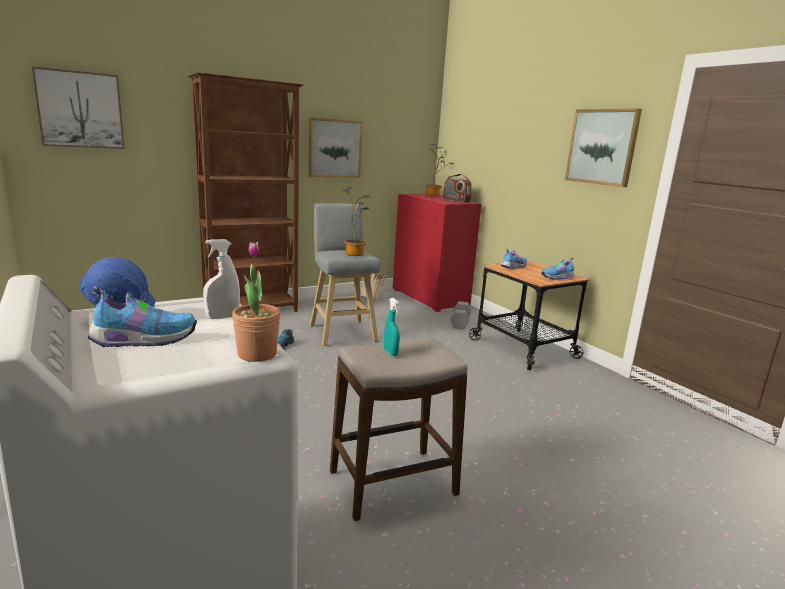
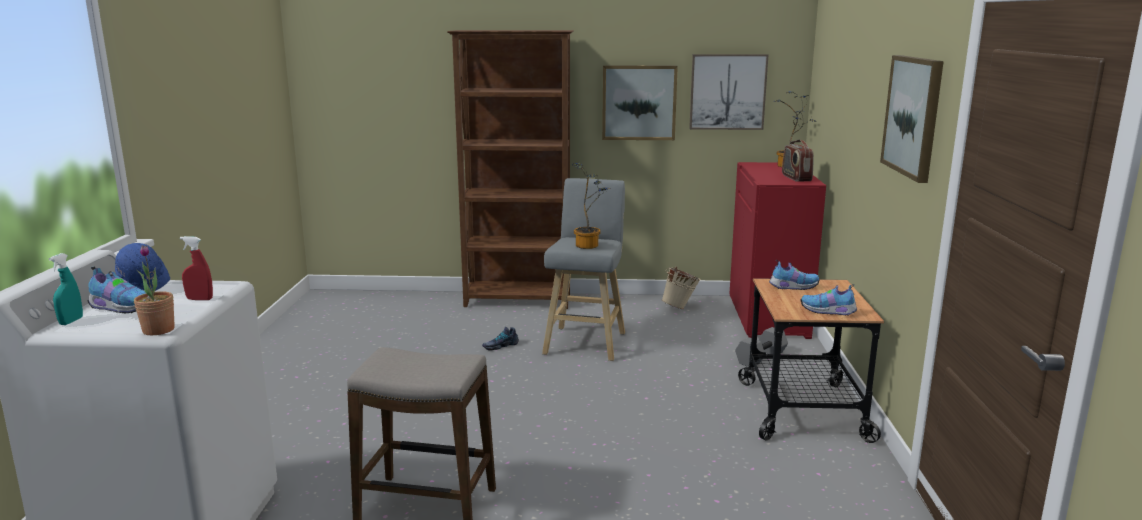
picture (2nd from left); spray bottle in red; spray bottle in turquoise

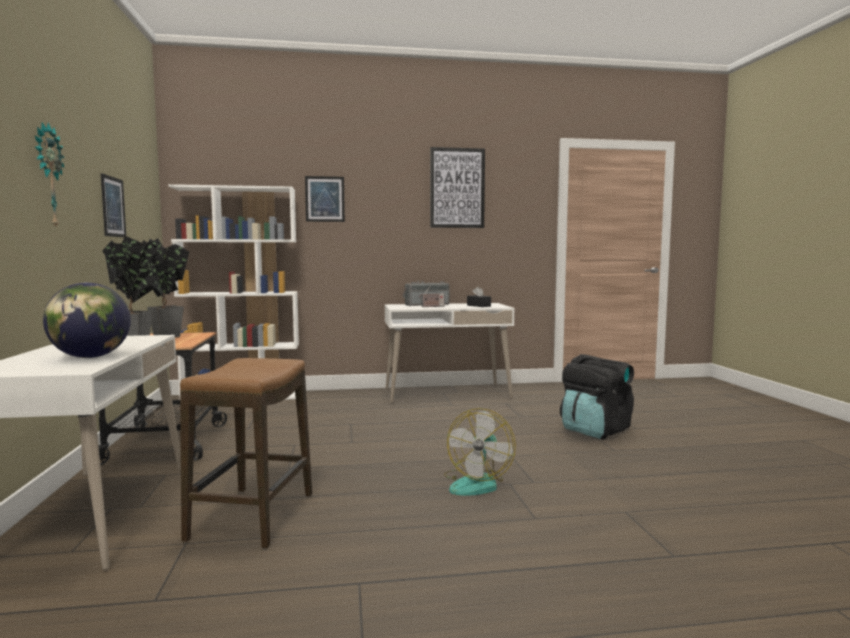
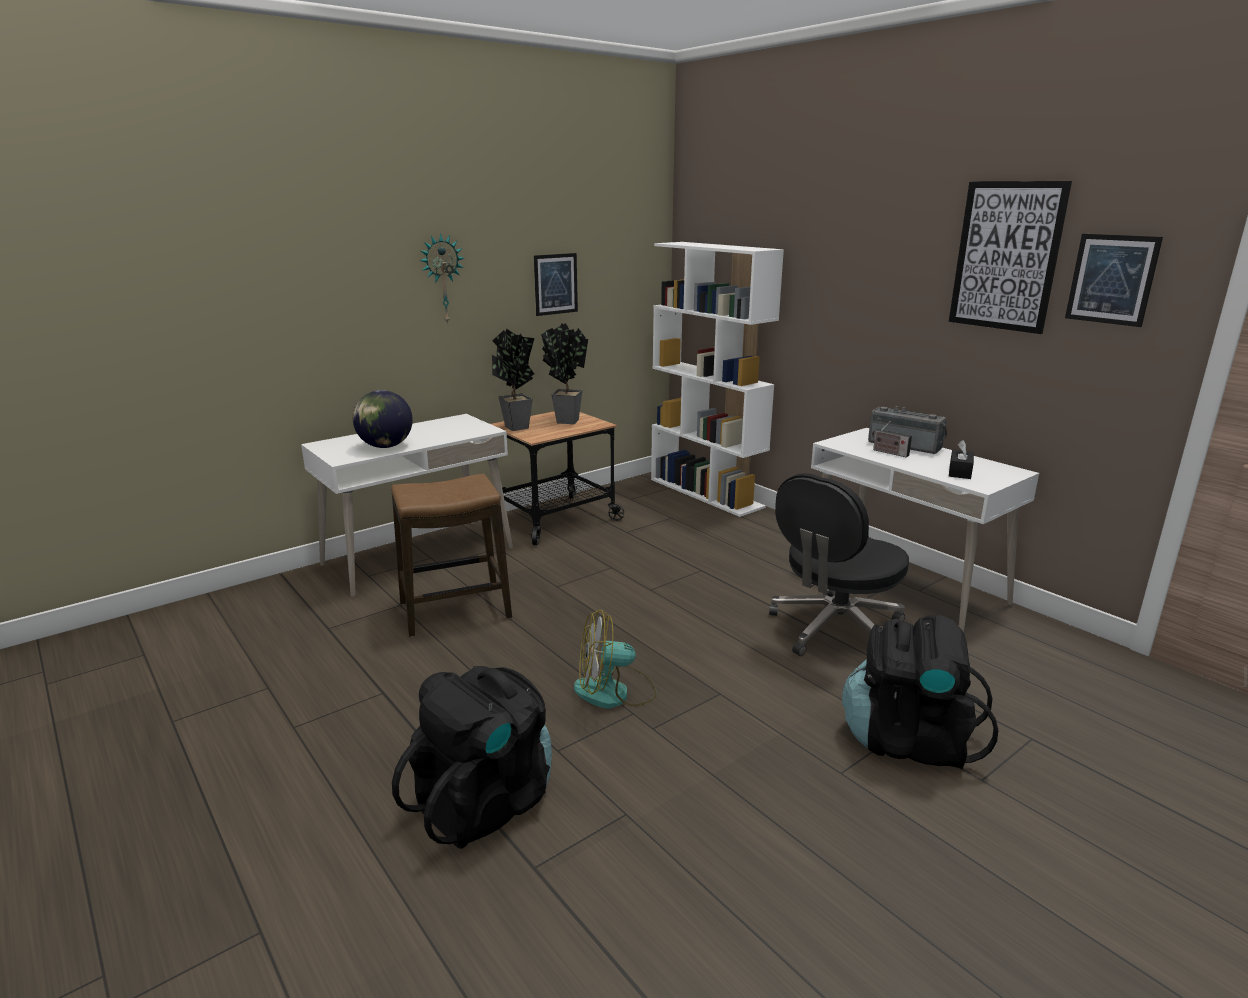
picture (3rd from left); backpack in black (1st from left); office chair in black

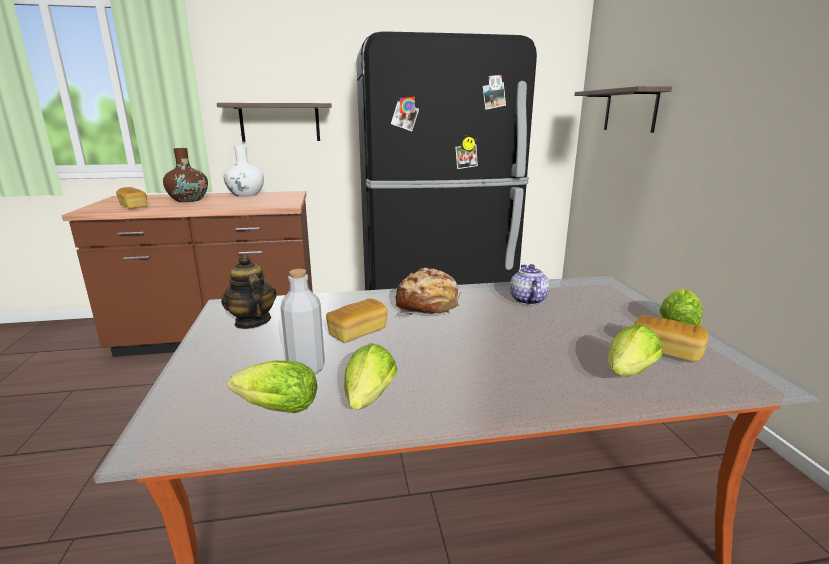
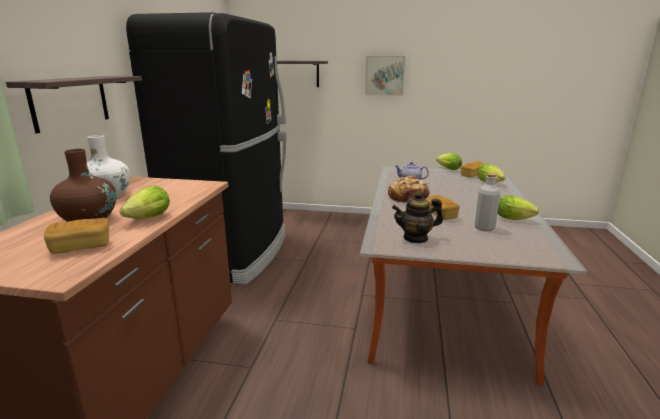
lettuce (1st from left); picture

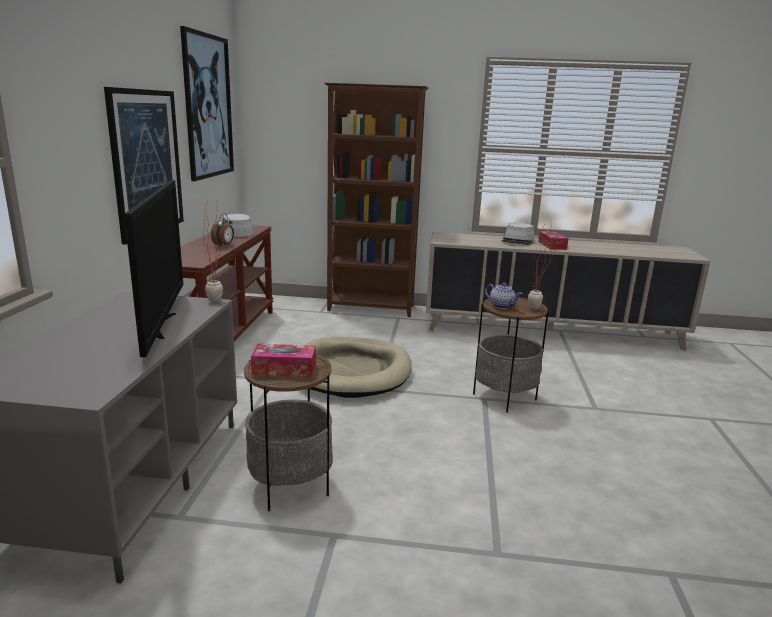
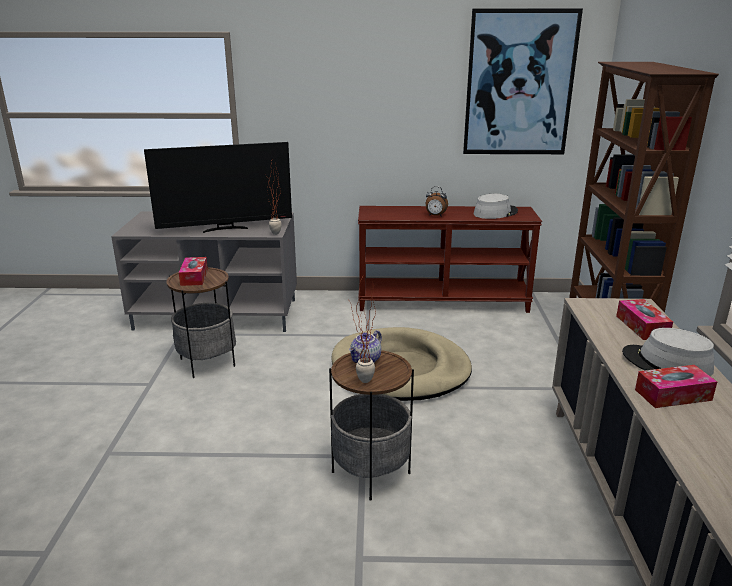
picture (1st from left in the first image); tissue box (2nd from left)

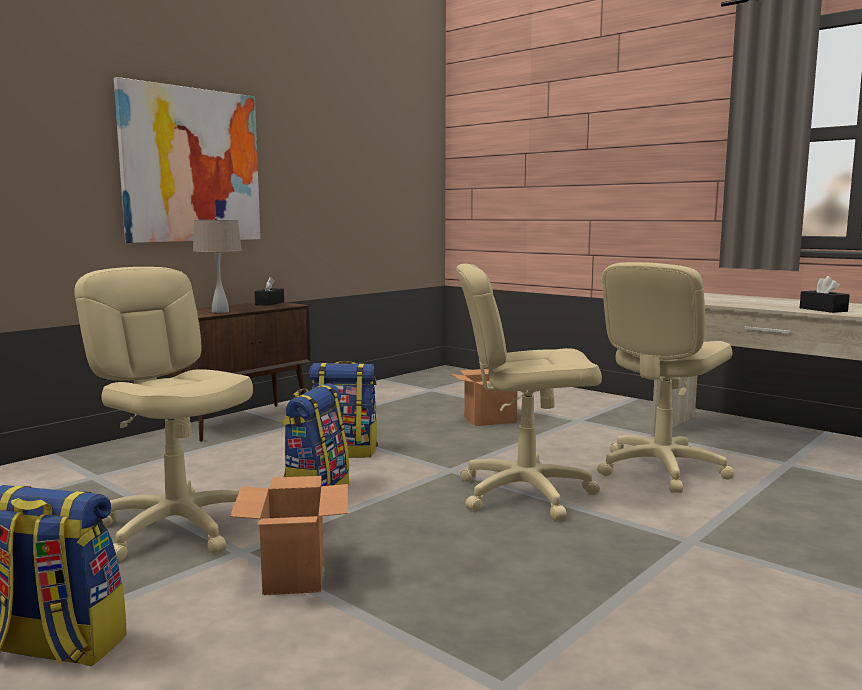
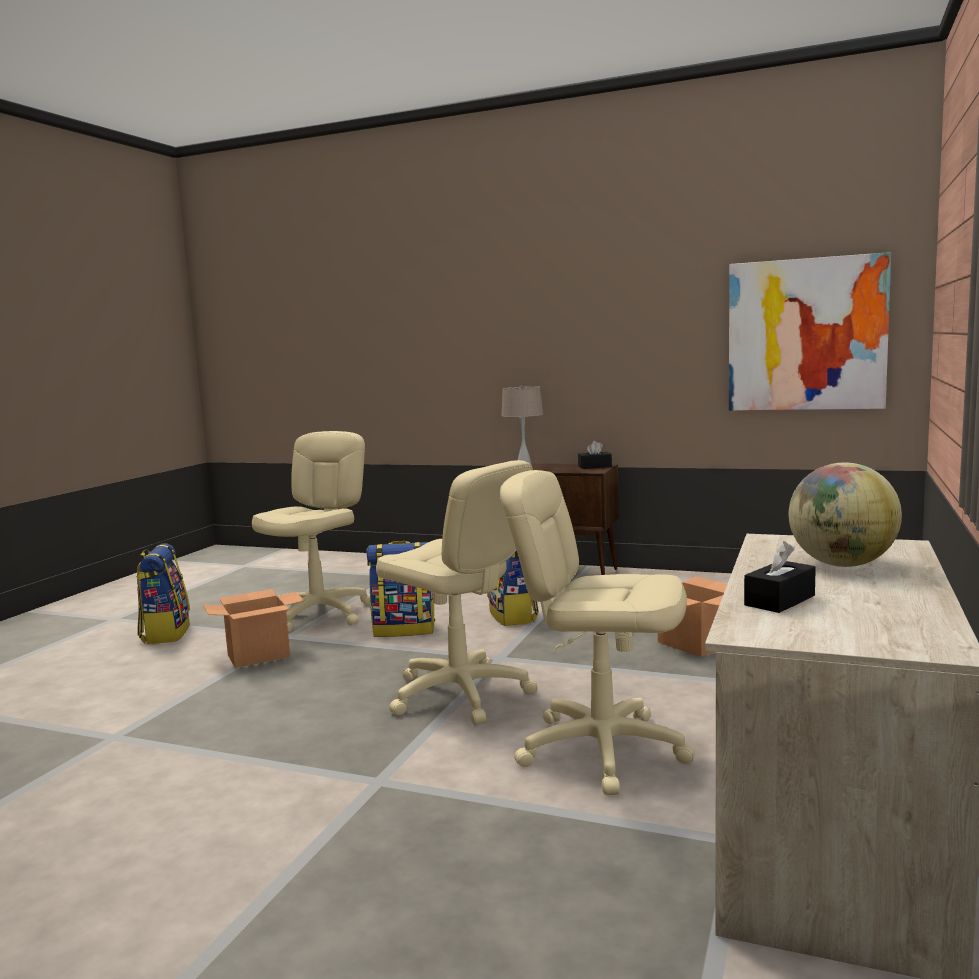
picture; office chair in beige (2nd from left); globe

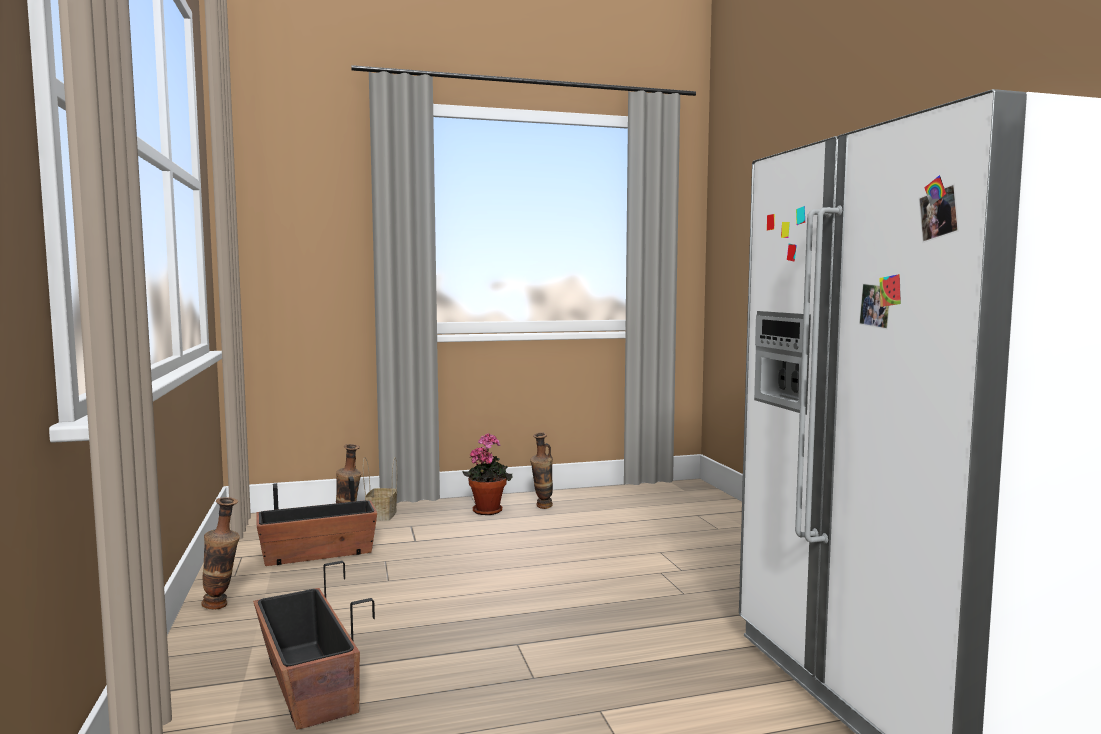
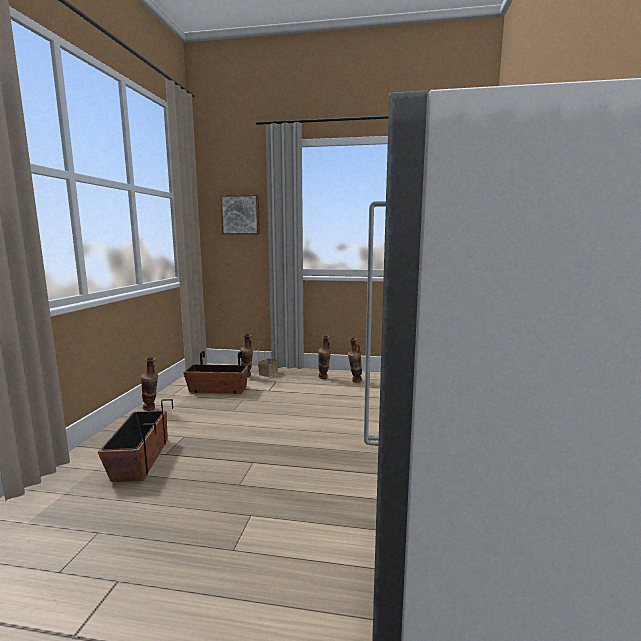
vase (3rd from left); picture

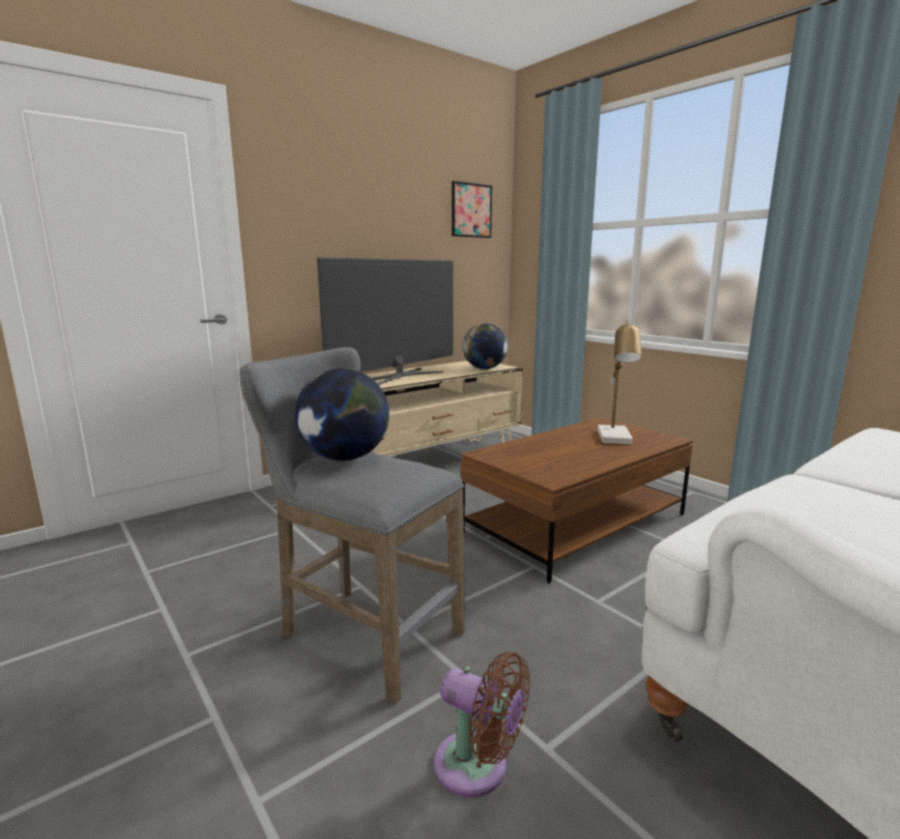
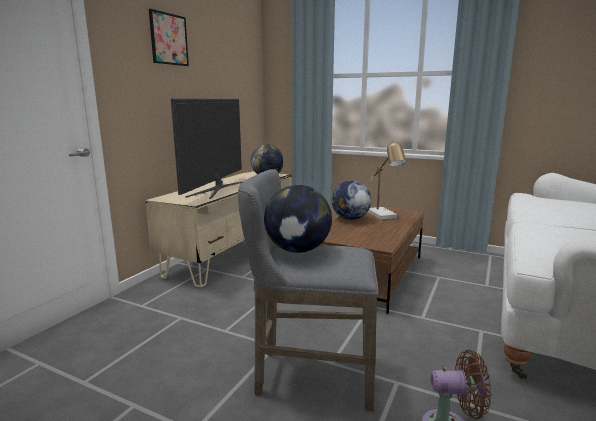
picture; globe (3rd from left)

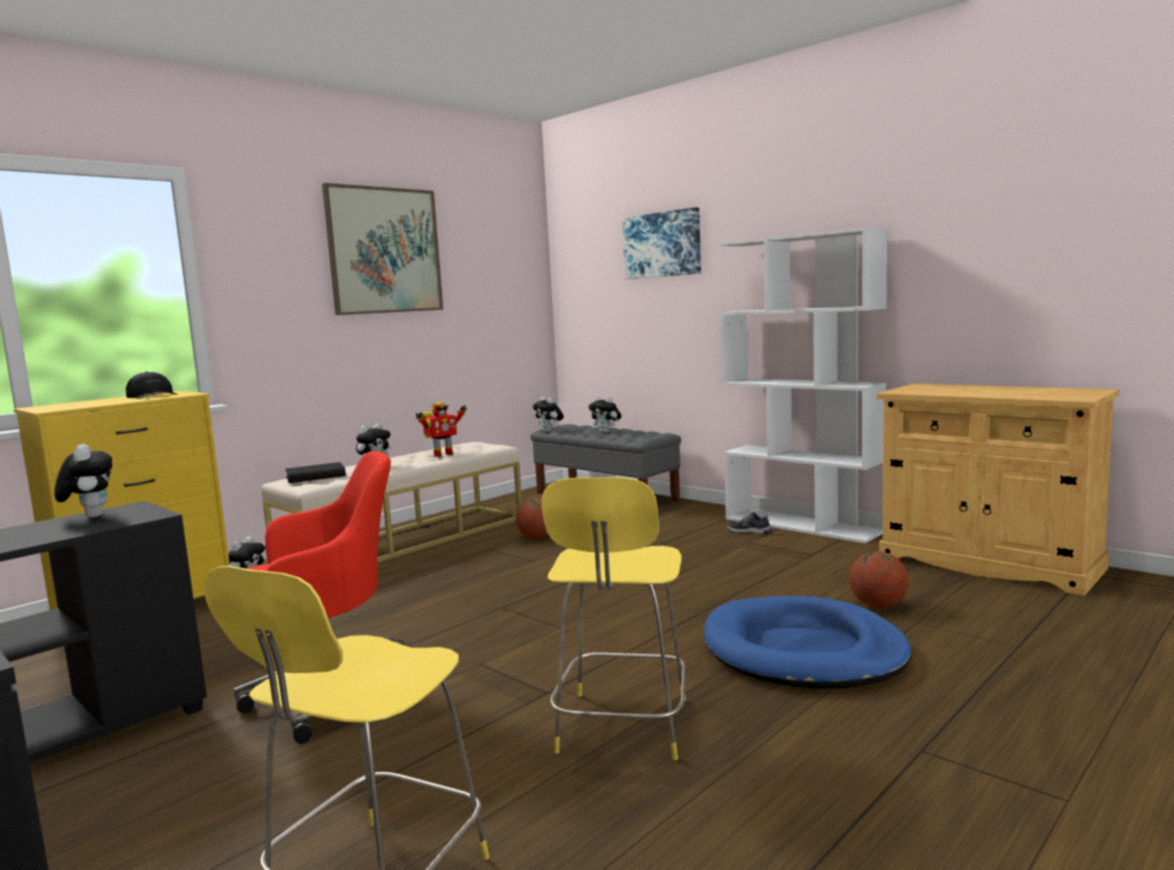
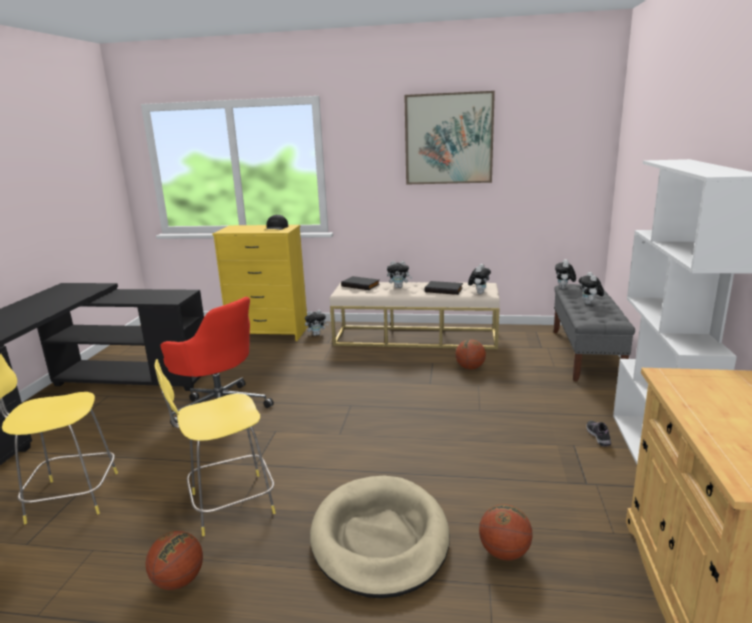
plush toy (3rd from left); book in black (2nd from left); picture (2nd from left in the first image); dog bed in beige; basketball (1st from left)

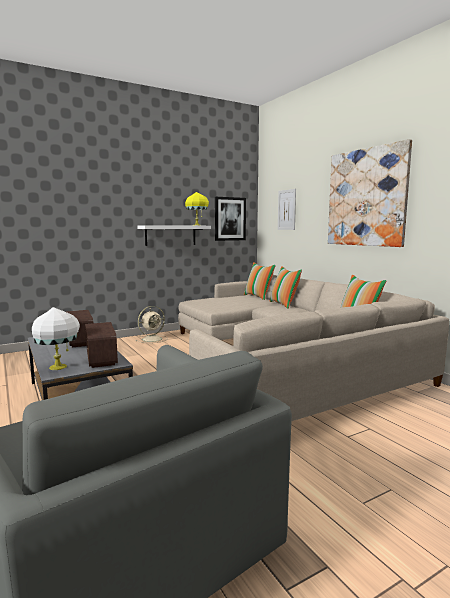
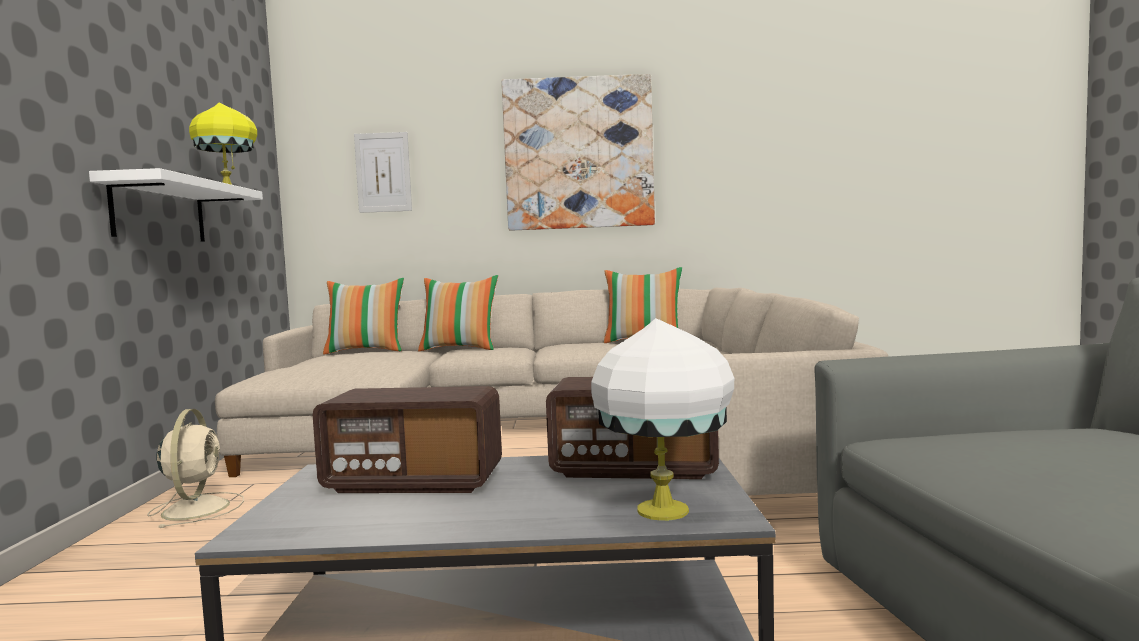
picture (1st from left in the first image)

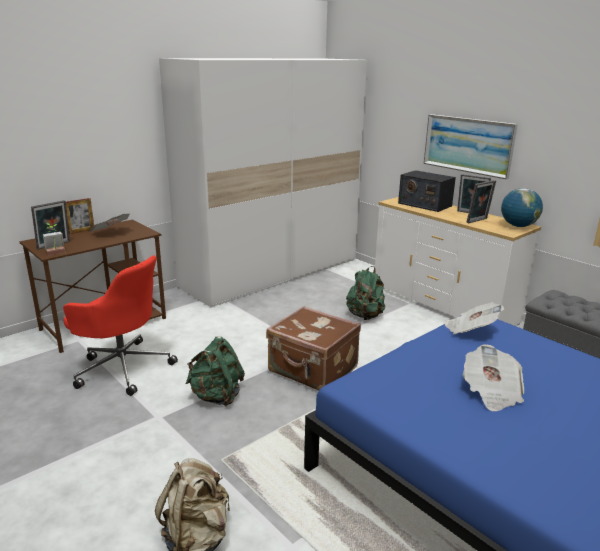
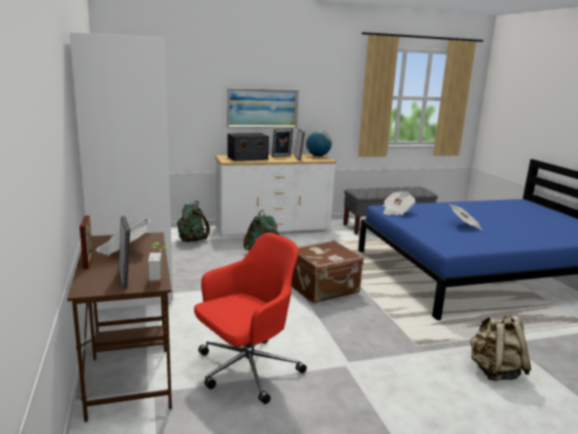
backpack in green (1st from left)

